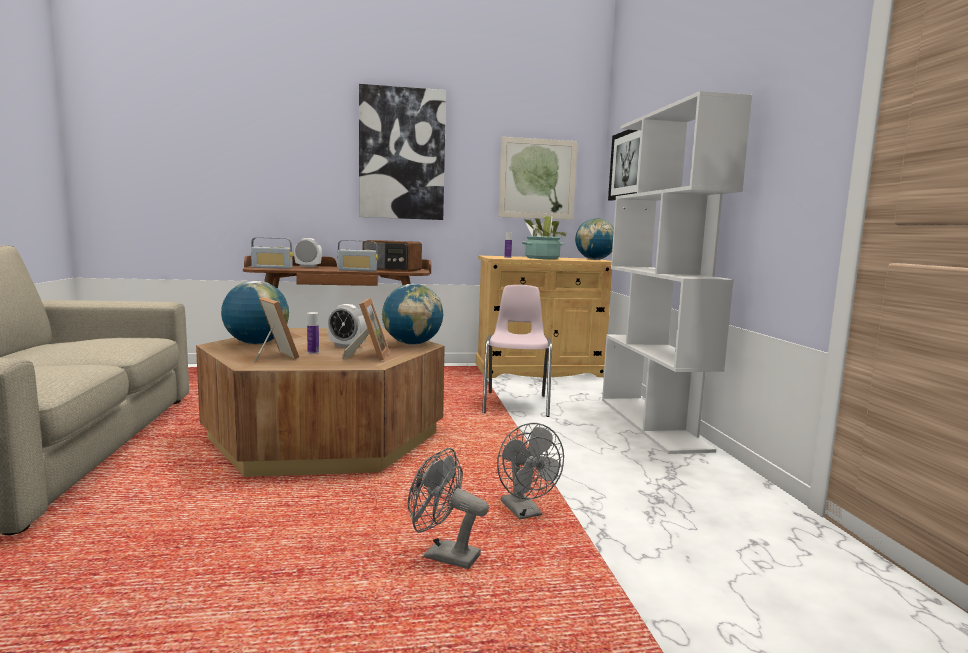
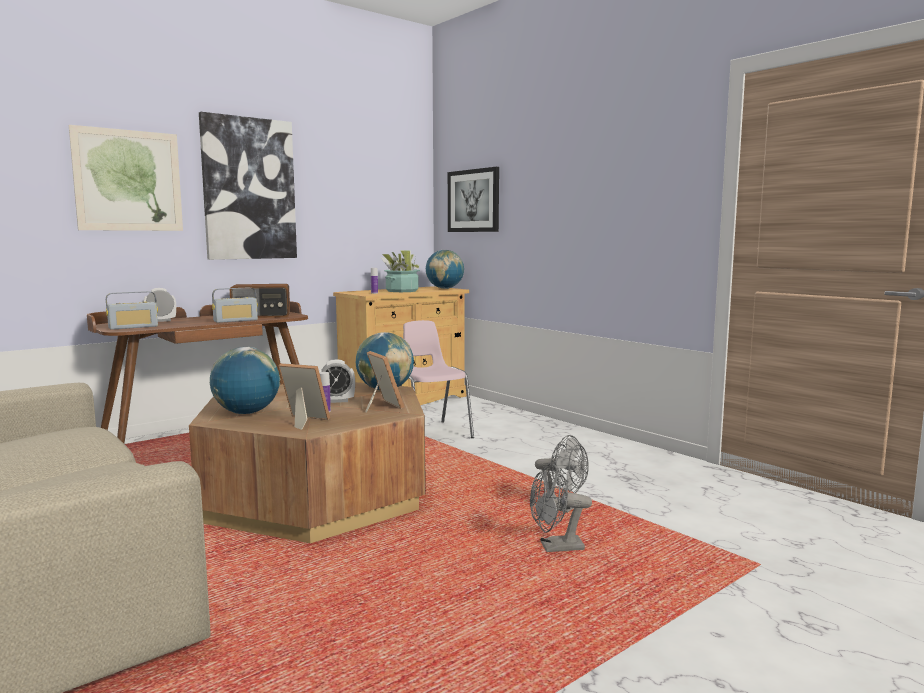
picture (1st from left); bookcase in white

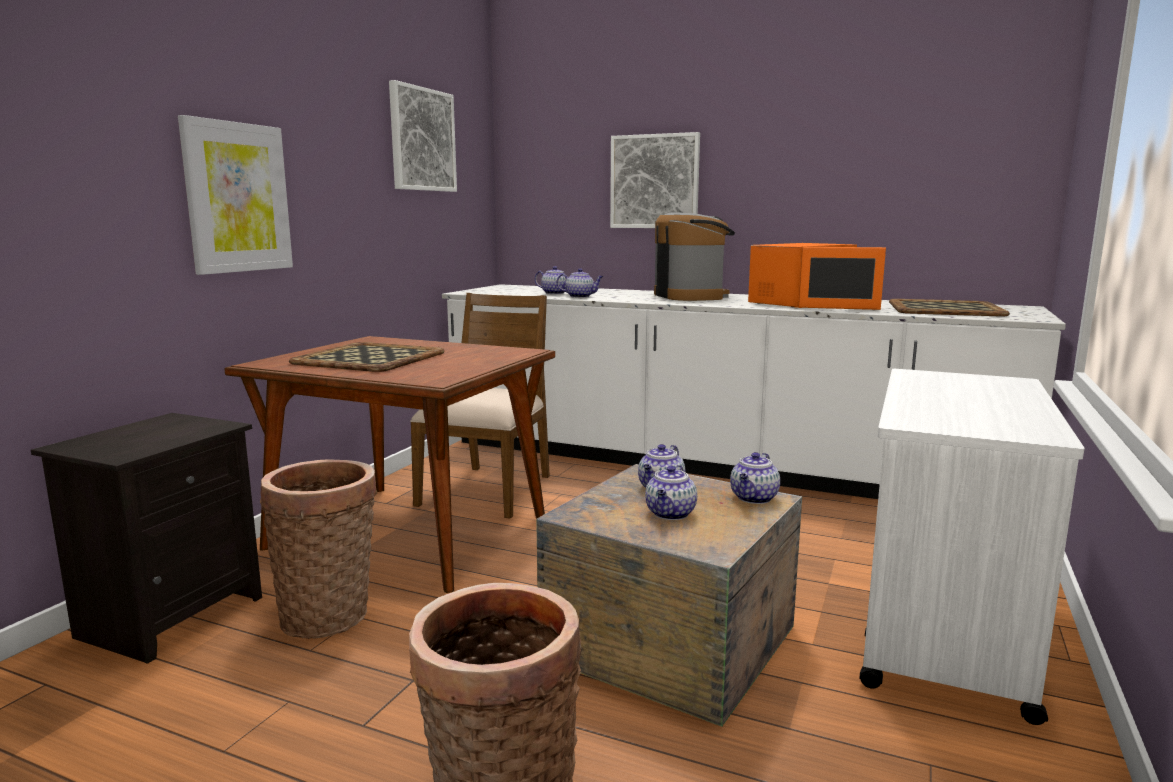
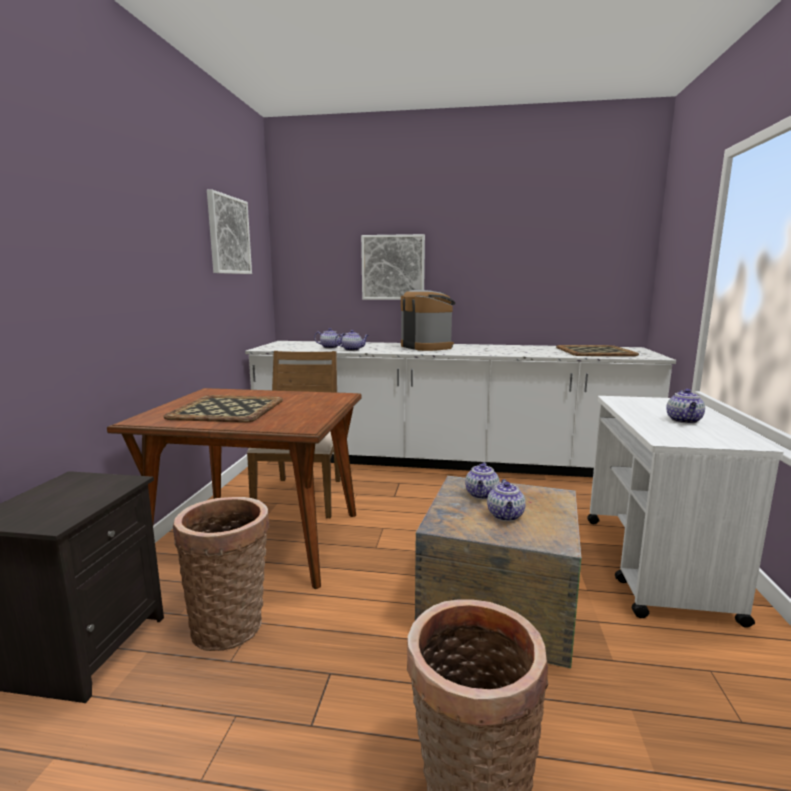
picture (1st from left in the first image); teapot (5th from left); microwave in orange

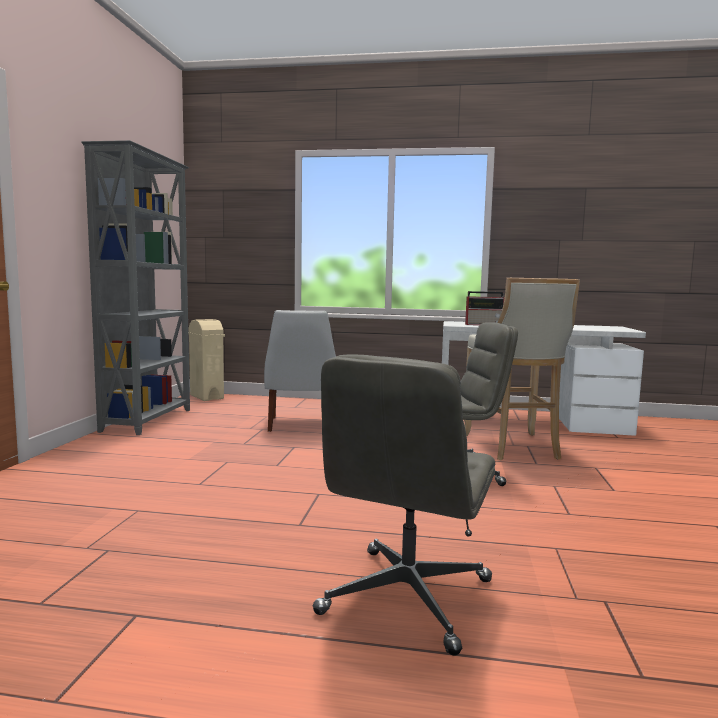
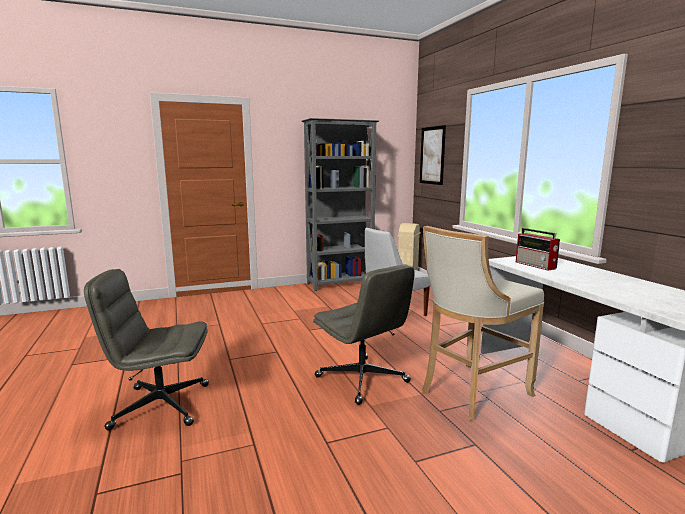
picture

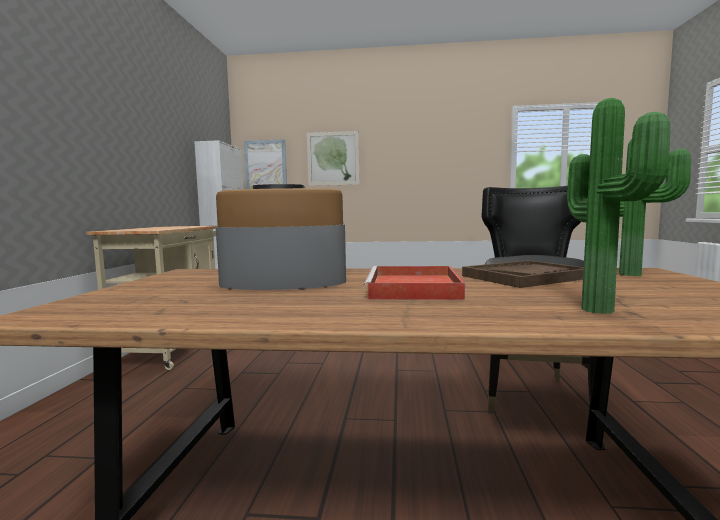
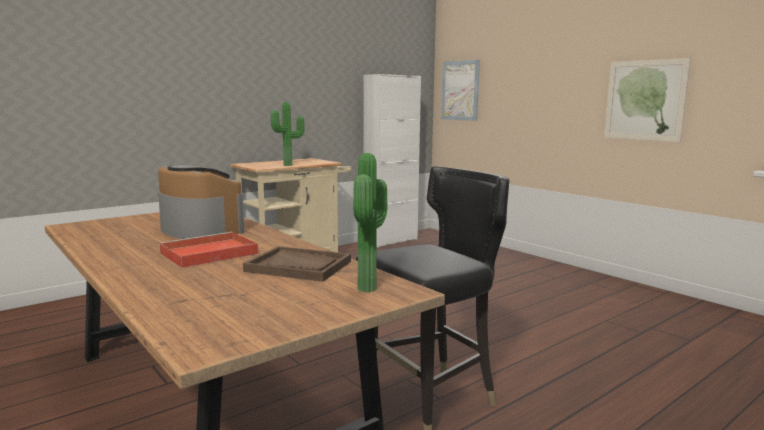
picture (2nd from left); potted plant (1st from left)

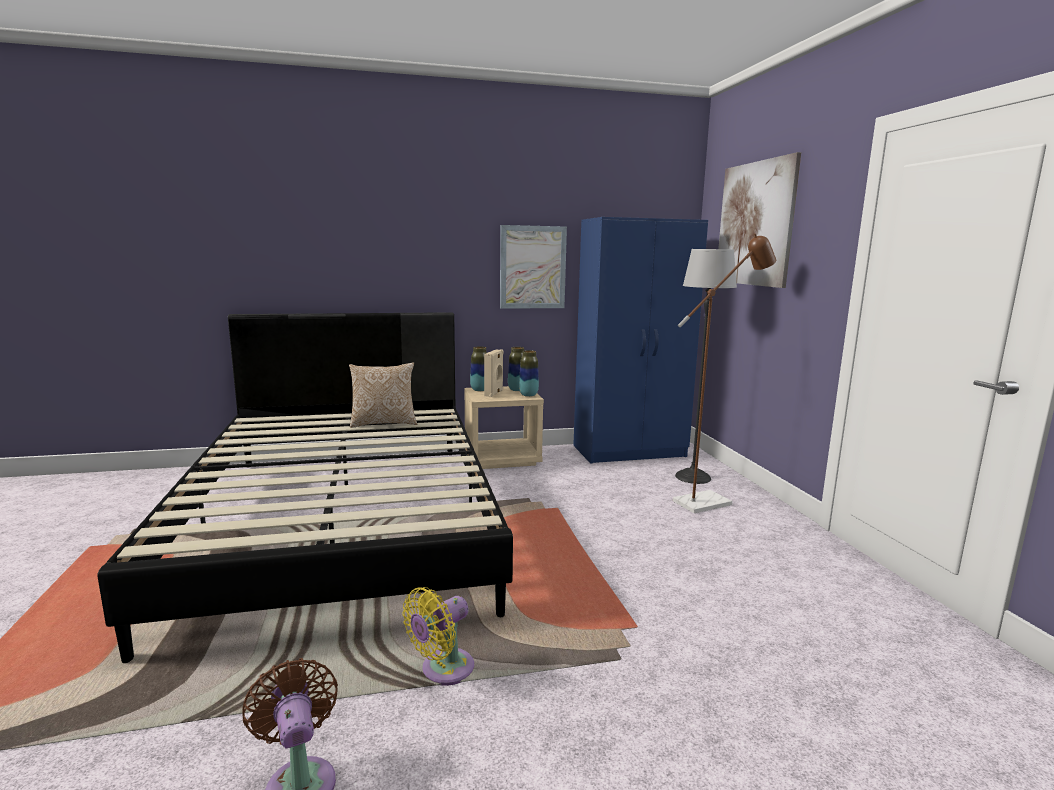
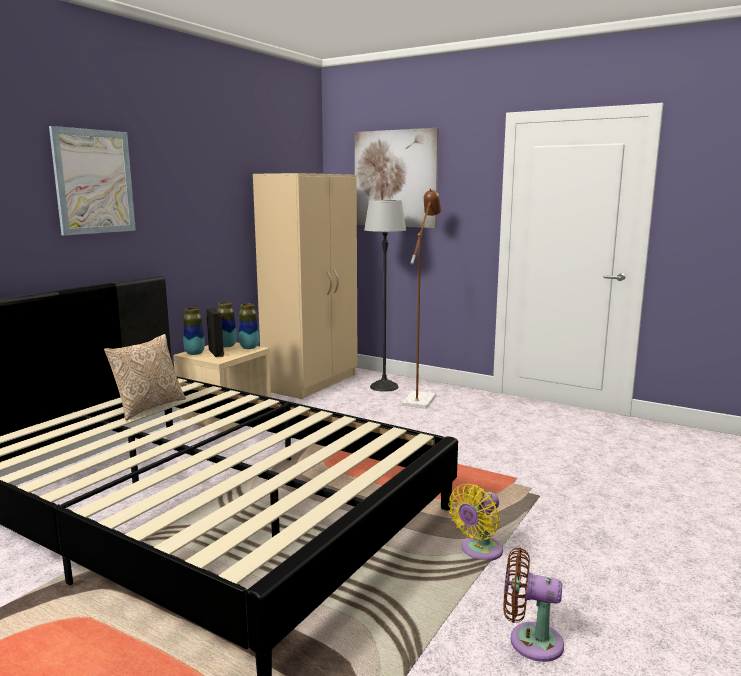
fan in yellow; speaker in black; picture (1st from left); wardrobe in beige

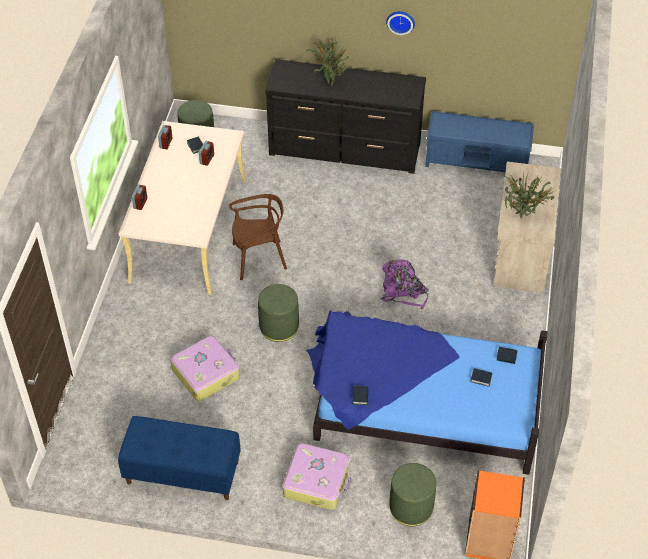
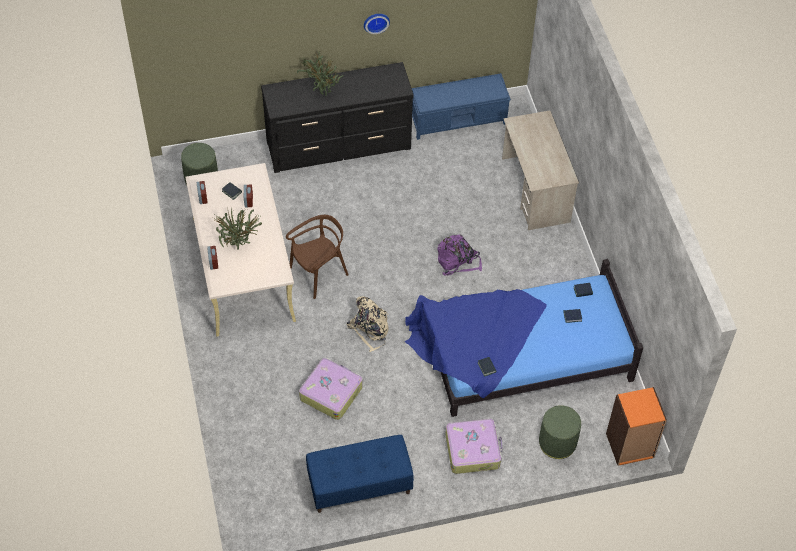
backpack in beige; potted plant (1st from left)

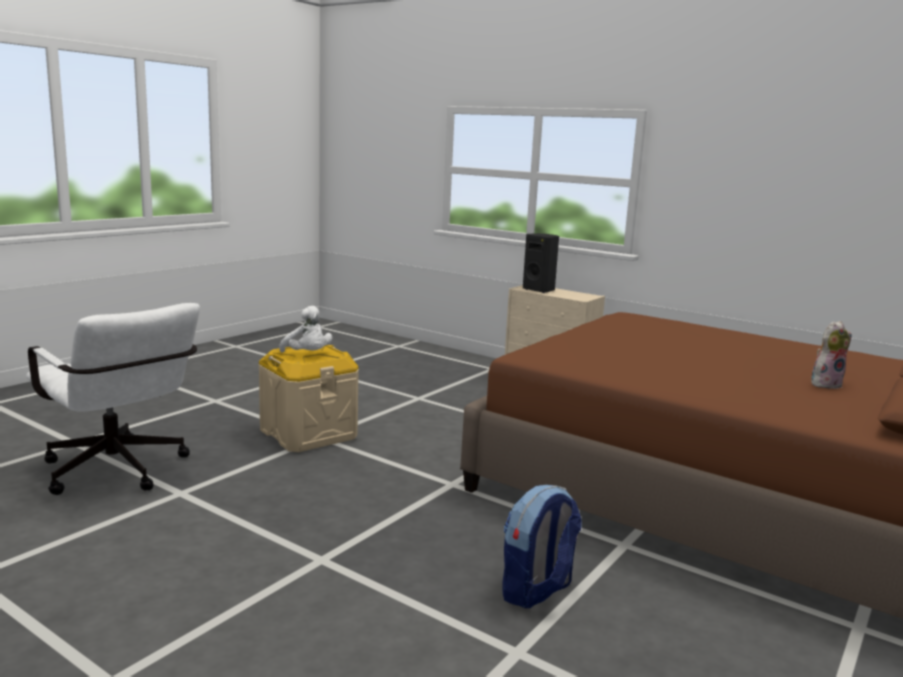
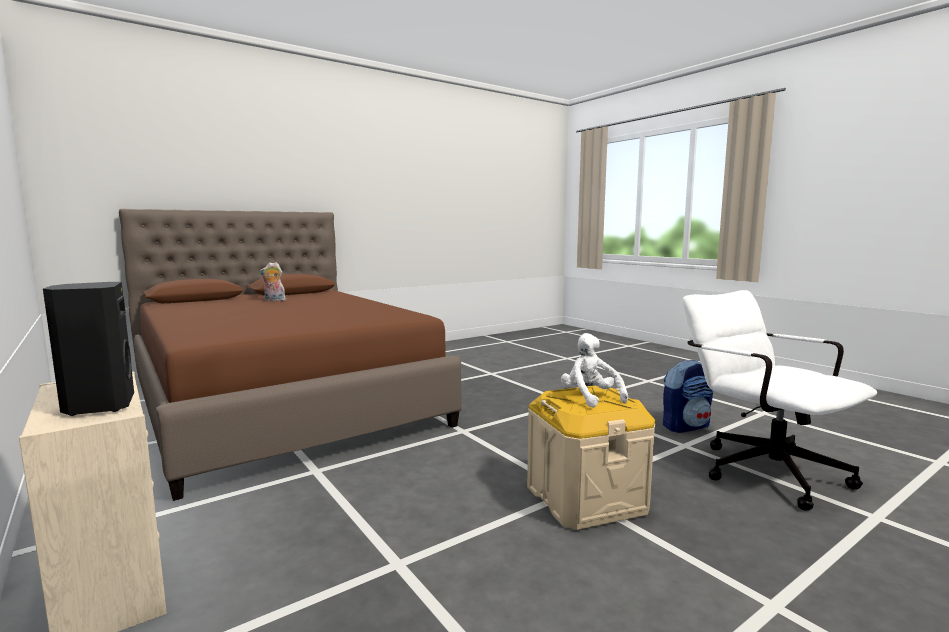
backpack

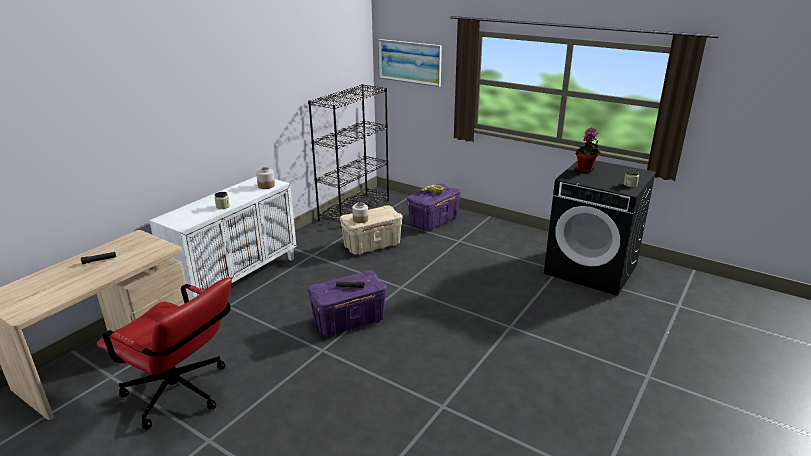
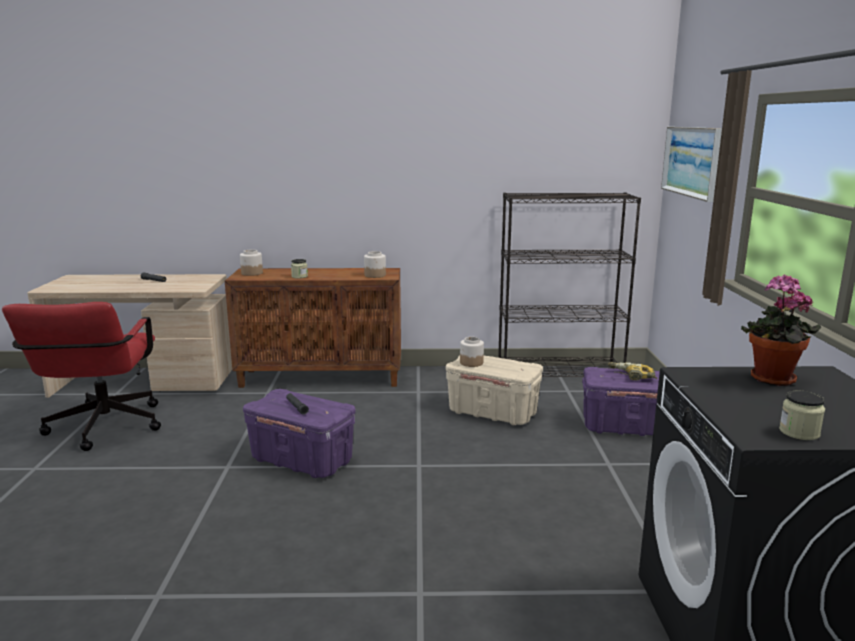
cabinet in brown; jar (1st from left)

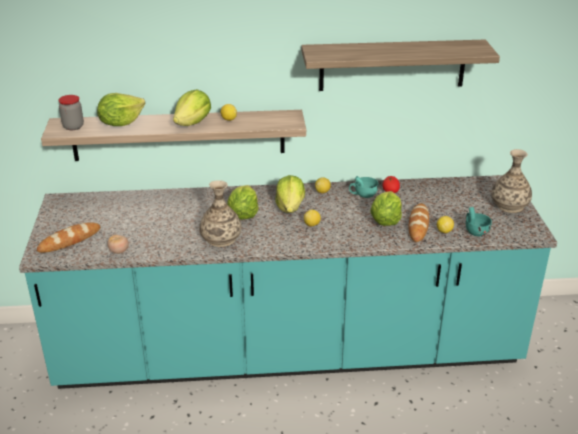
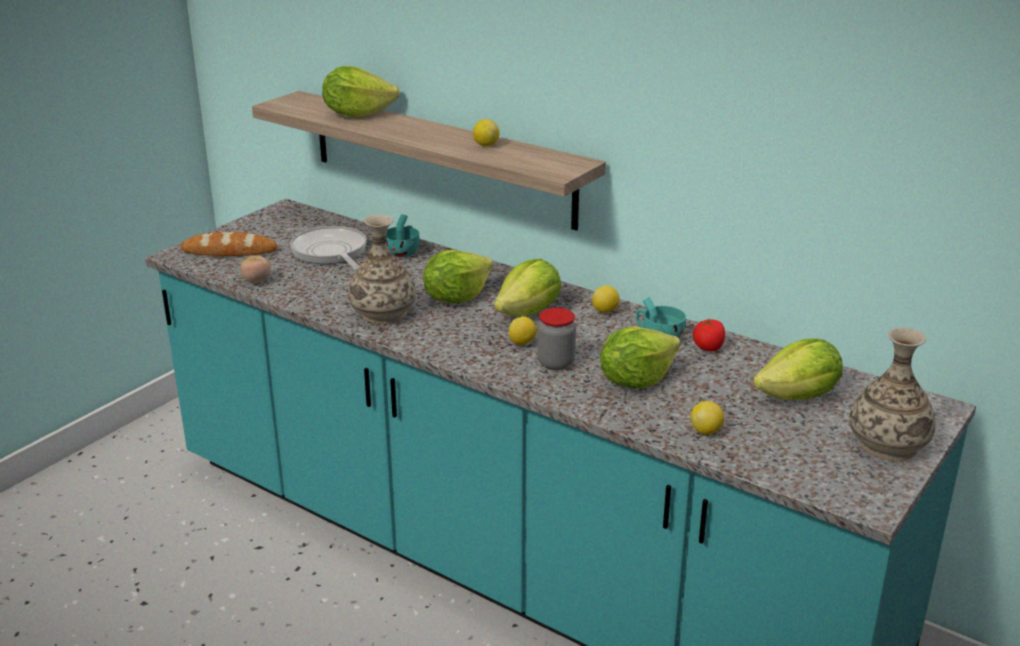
jar; lettuce (5th from left); shelf (2nd from left in the first image); bread (2nd from left in the first image); cup in turquoise (1st from left); frying pan

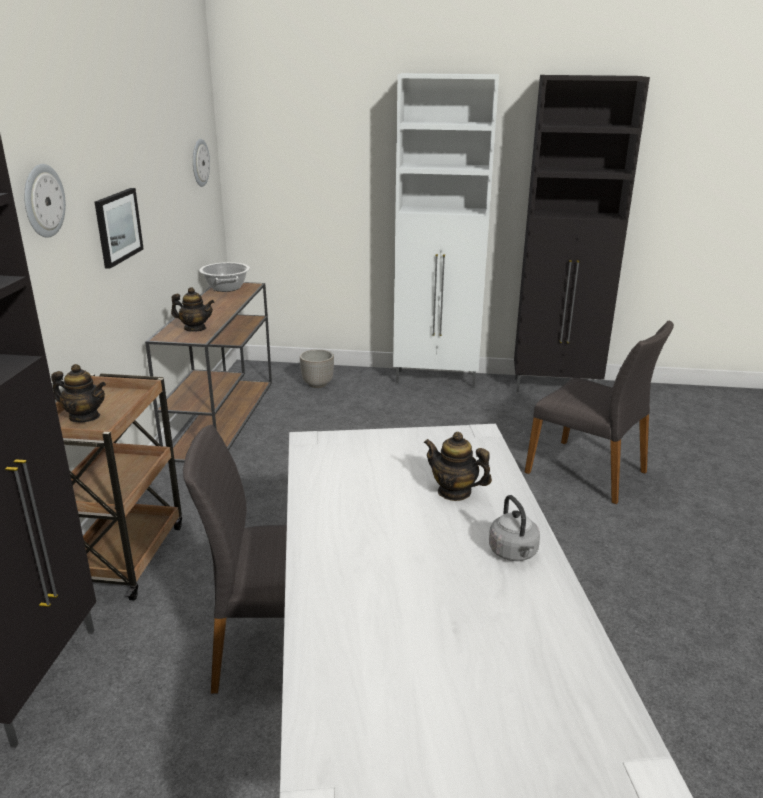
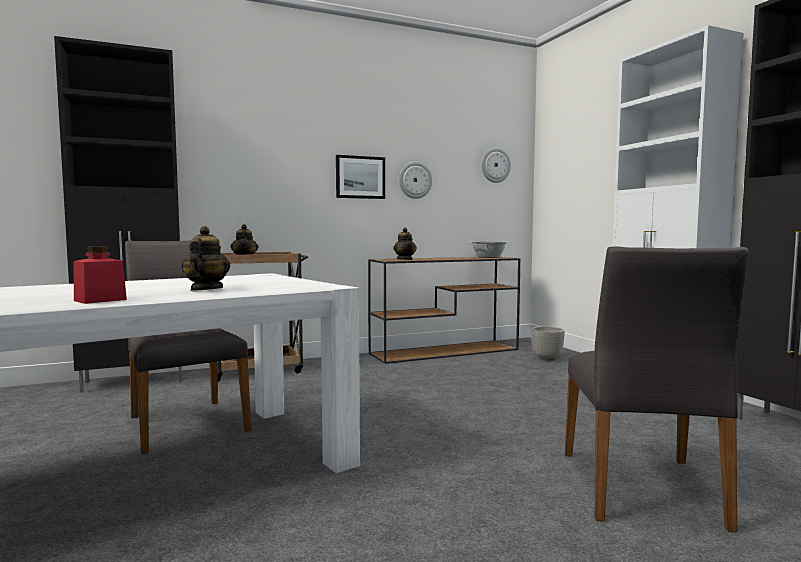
wall clock (1st from left); jar in red

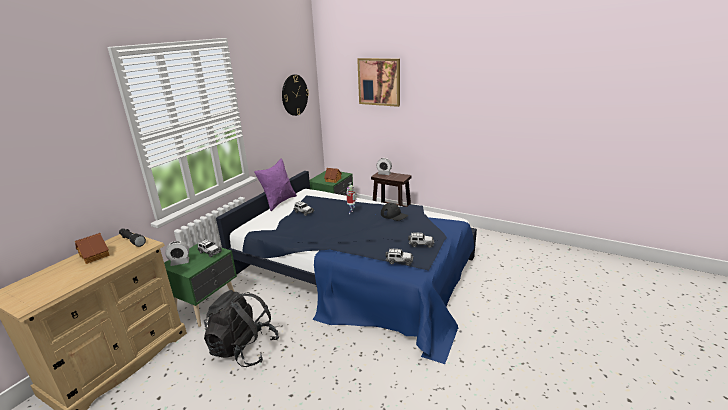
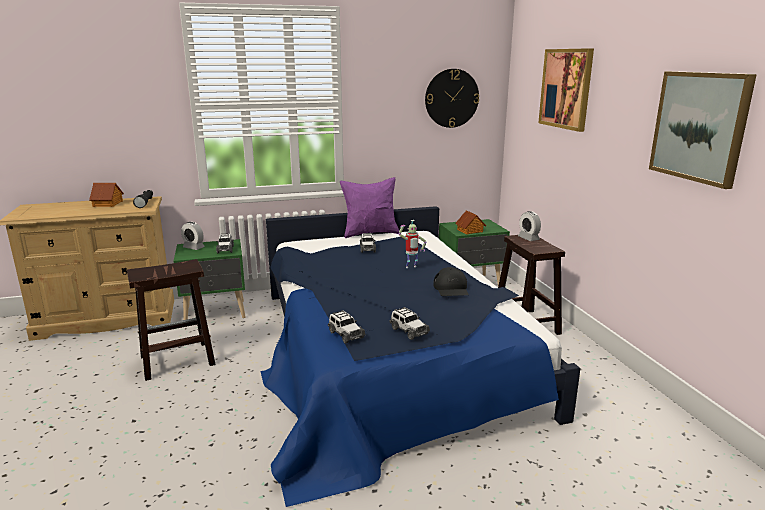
stool in brown (1st from left); picture (2nd from left)

